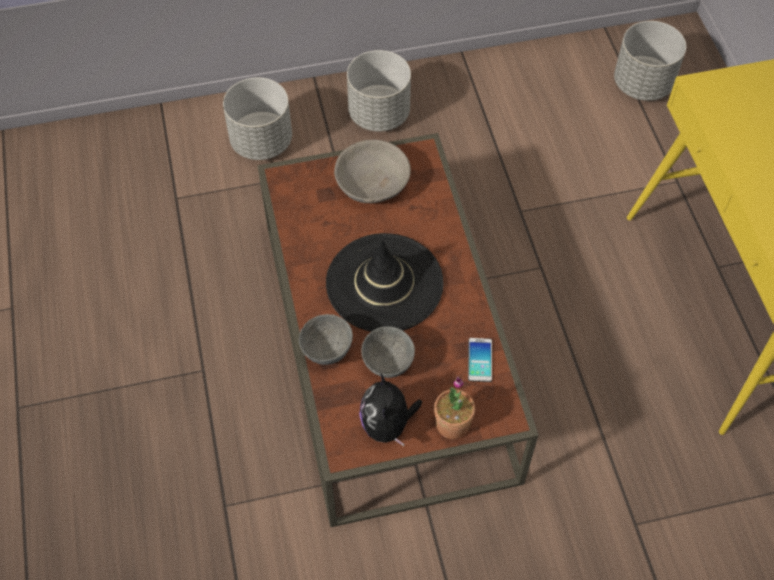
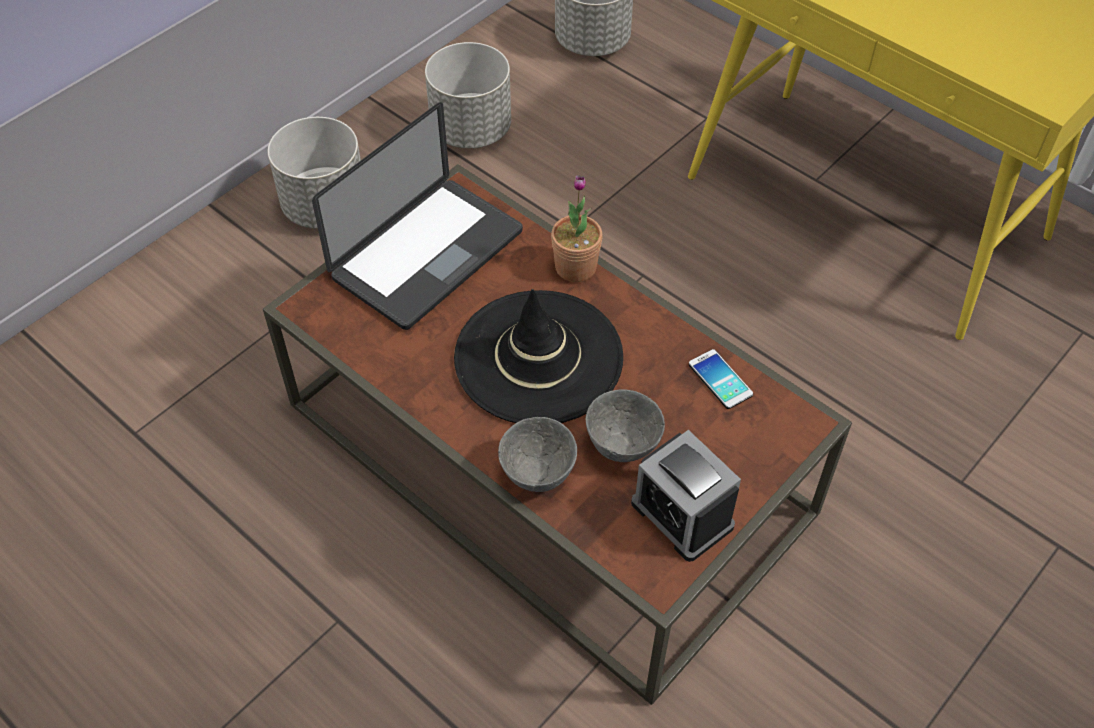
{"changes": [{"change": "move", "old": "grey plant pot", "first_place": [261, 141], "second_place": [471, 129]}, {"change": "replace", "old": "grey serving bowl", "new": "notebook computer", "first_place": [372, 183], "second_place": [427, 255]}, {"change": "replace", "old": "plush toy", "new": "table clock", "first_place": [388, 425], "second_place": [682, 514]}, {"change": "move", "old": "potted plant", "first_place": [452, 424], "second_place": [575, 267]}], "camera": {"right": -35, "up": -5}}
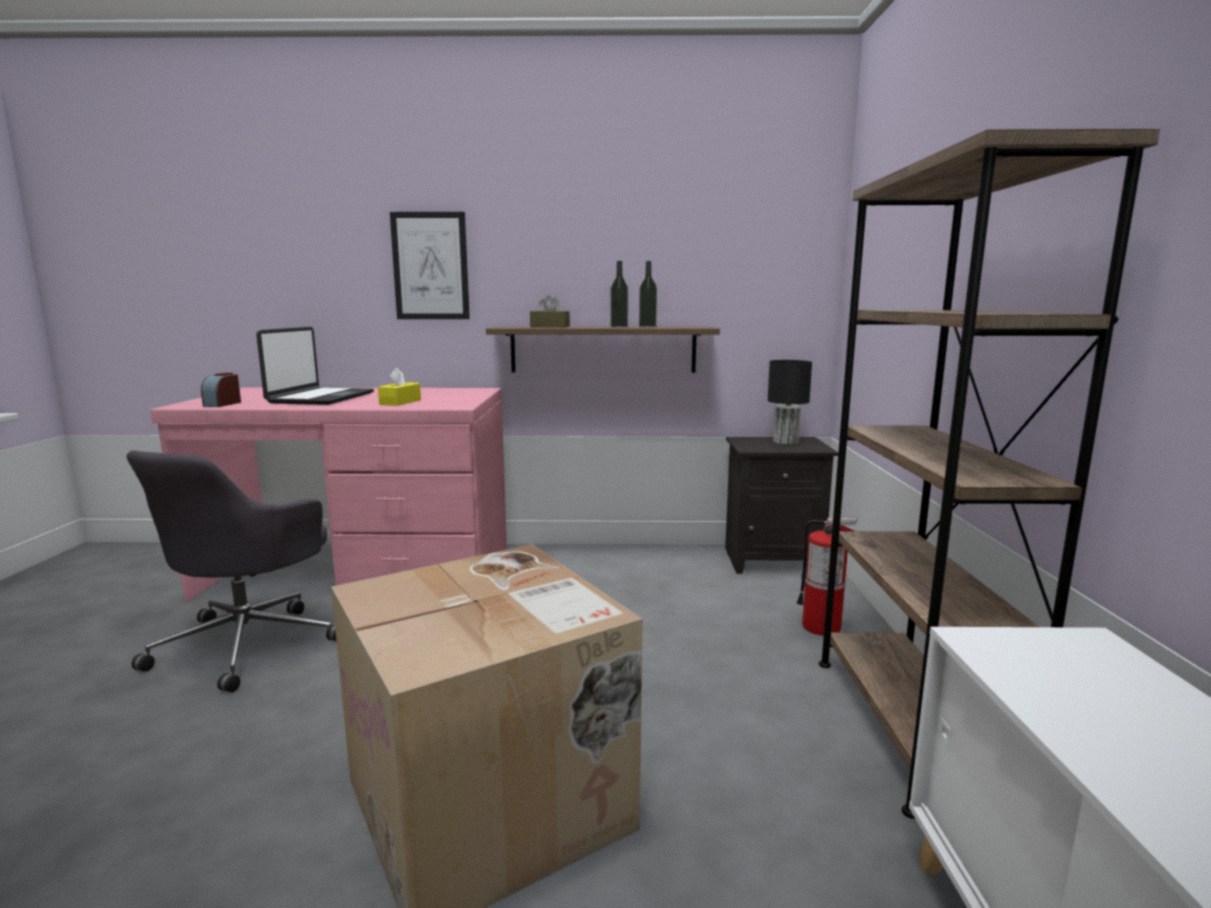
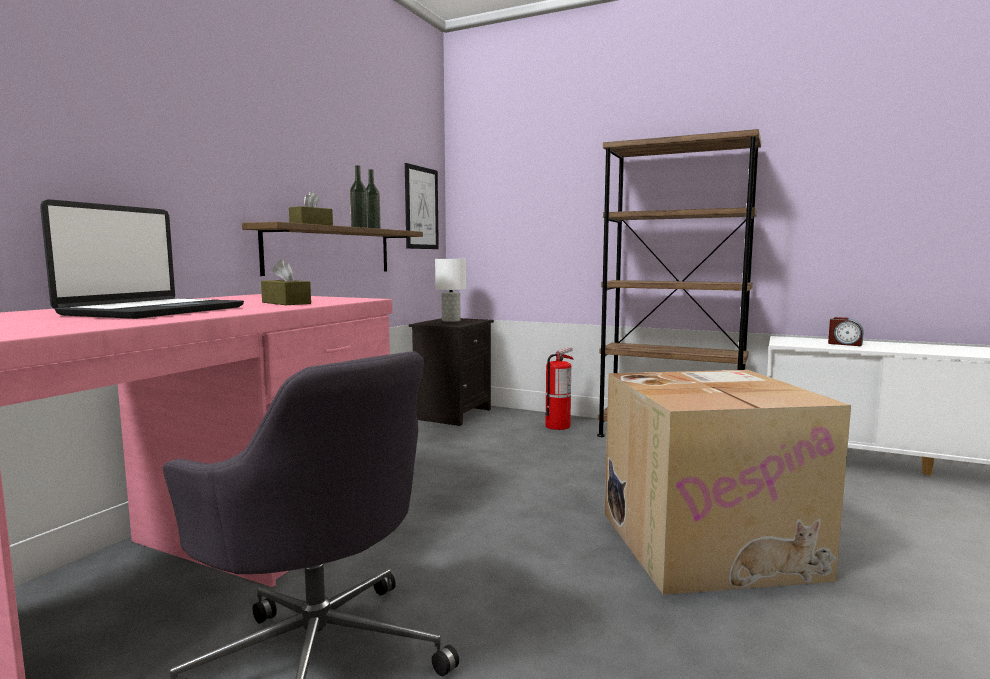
{"changes": [{"change": "move", "old": "wall picture", "first_place": [430, 266], "second_place": [421, 208]}, {"change": "rotate", "old": "notebook computer", "first_place": [320, 398], "second_place": [153, 311], "degrees": 75}, {"change": "recolor", "old": "blackish lamp for a table", "new": "white lamp for a table", "first_place": [786, 442], "second_place": [451, 320]}, {"change": "recolor", "old": "yellow-coloured tissue holder", "new": "brown-coloured tissue holder", "first_place": [400, 402], "second_place": [286, 303]}, {"change": "move", "old": "table clock", "first_place": [223, 404], "second_place": [844, 344]}], "camera": {"right": -65, "up": -5}}
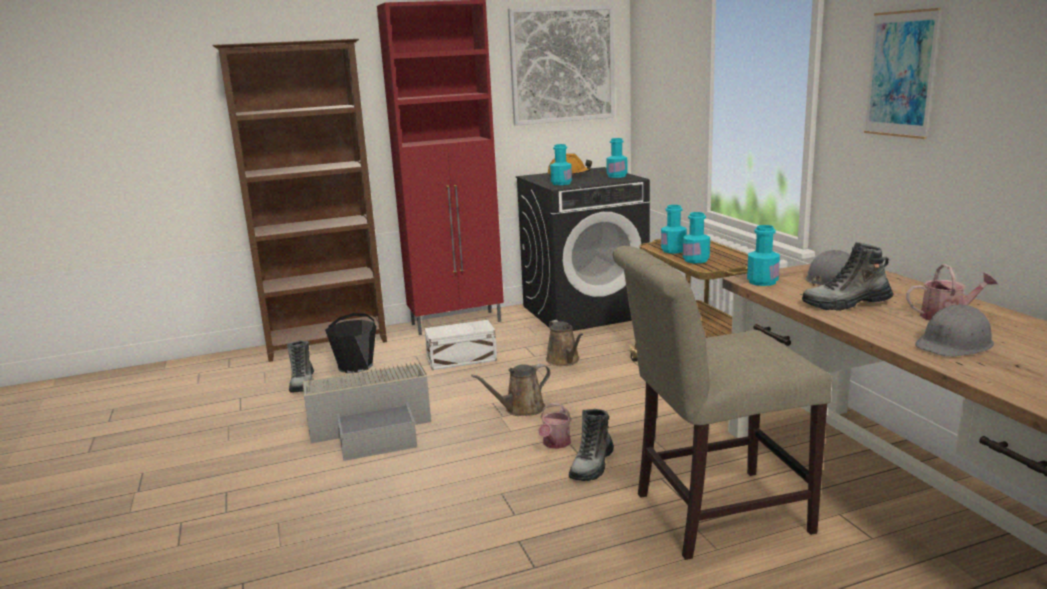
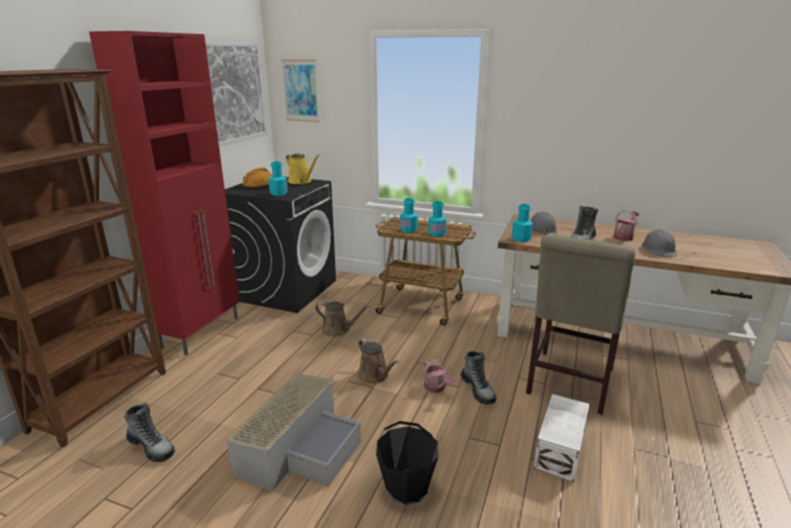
{"changes": [{"change": "move", "old": "wall picture", "first_place": [900, 74], "second_place": [300, 90]}, {"change": "replace", "old": "blue-green drink bottle", "new": "yellow-coloured sprinkling can", "first_place": [617, 176], "second_place": [301, 181]}, {"change": "move", "old": "blackish water bucket", "first_place": [355, 366], "second_place": [406, 487]}, {"change": "move", "old": "white storage container", "first_place": [463, 359], "second_place": [561, 449]}, {"change": "rotate", "old": "brown-coloured sprinkling can", "first_place": [521, 409], "second_place": [375, 376], "degrees": -45}], "camera": {"right": -50, "up": 5}}
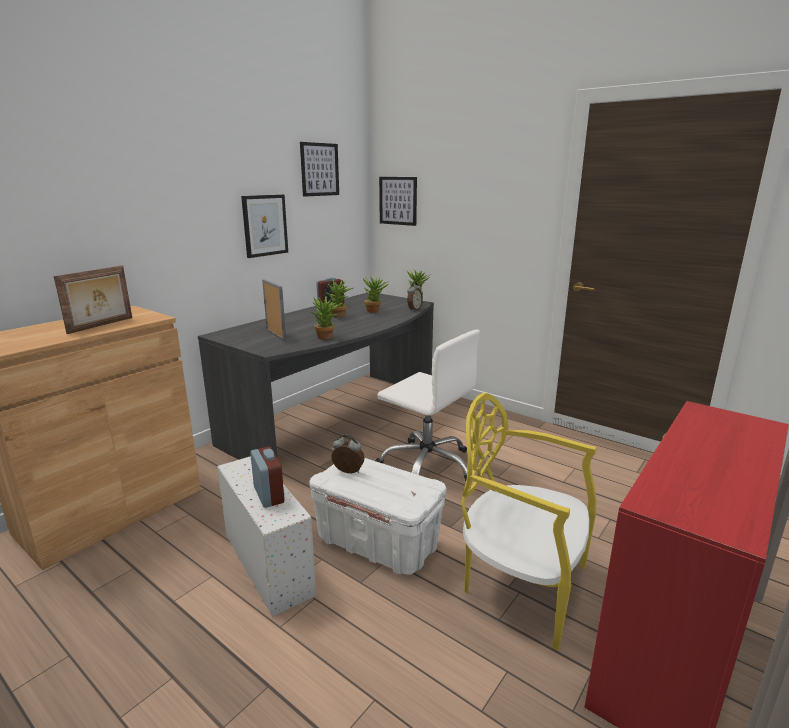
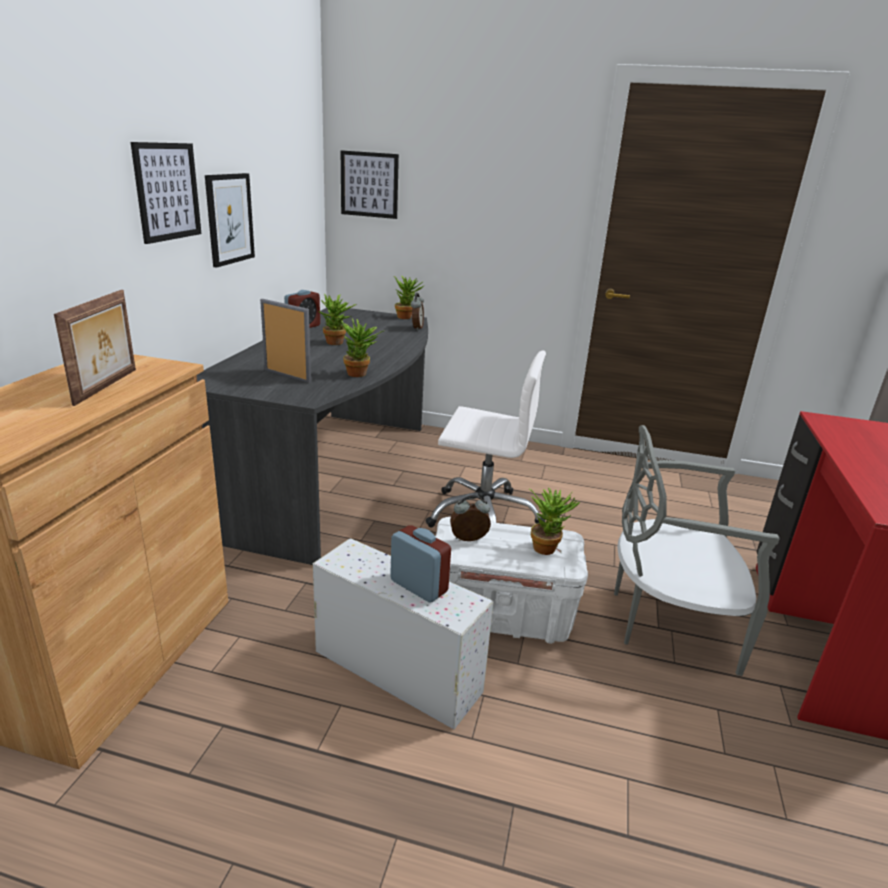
{"changes": [{"change": "move", "old": "wall picture", "first_place": [319, 169], "second_place": [167, 191]}, {"change": "move", "old": "potted plant", "first_place": [375, 311], "second_place": [547, 547]}, {"change": "recolor", "old": "yellow-coloured plain chair", "new": "grey plain chair", "first_place": [521, 584], "second_place": [668, 622]}], "camera": {"right": -25, "up": 5}}
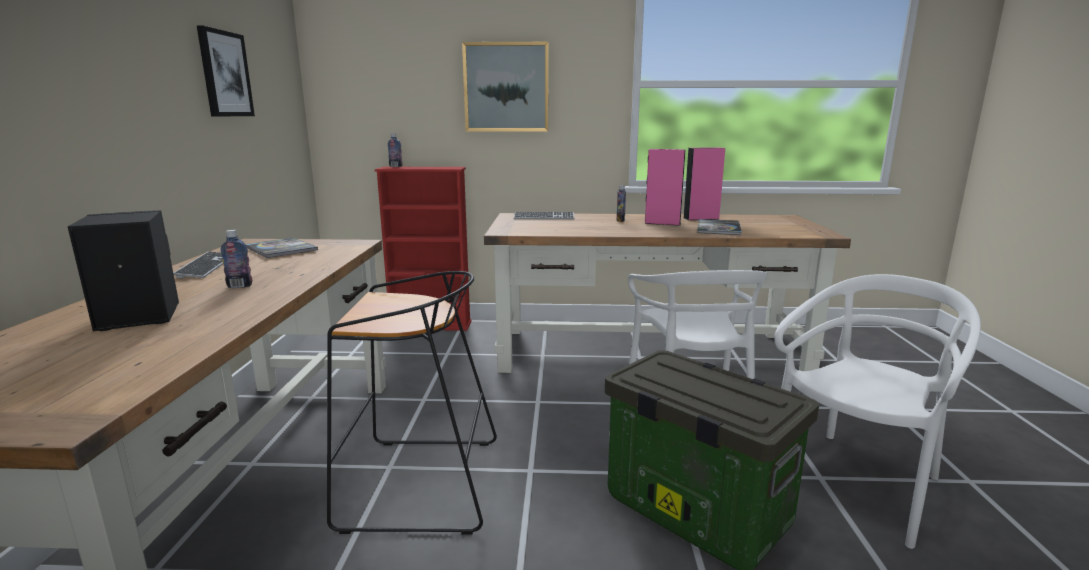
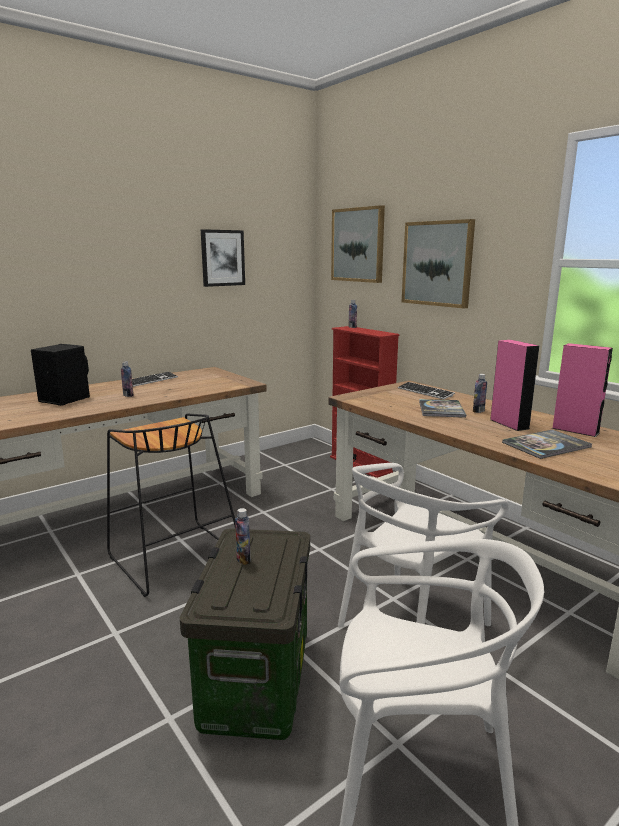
{"changes": [{"change": "move", "old": "book", "first_place": [281, 249], "second_place": [441, 409]}, {"change": "insert", "new": "wall picture", "second_place": [358, 245]}, {"change": "insert", "new": "drink bottle", "second_place": [243, 559]}], "camera": {"right": 50, "up": 0}}
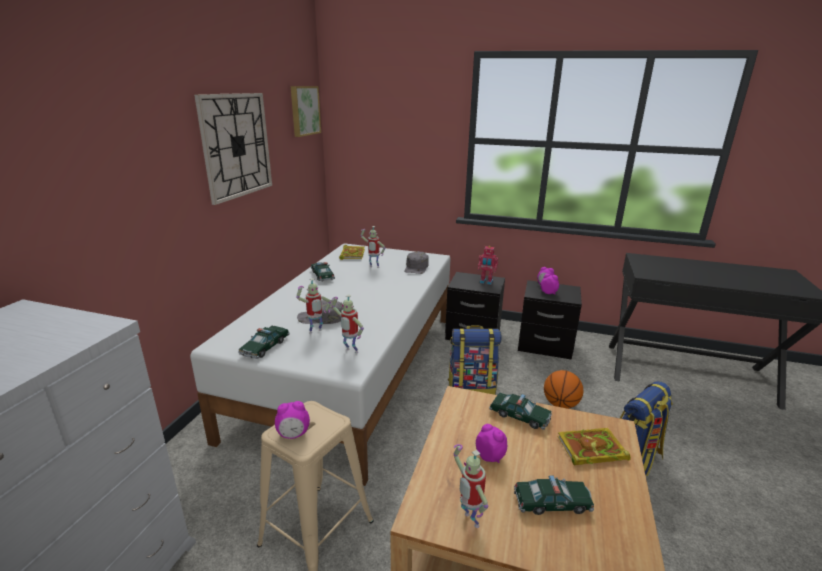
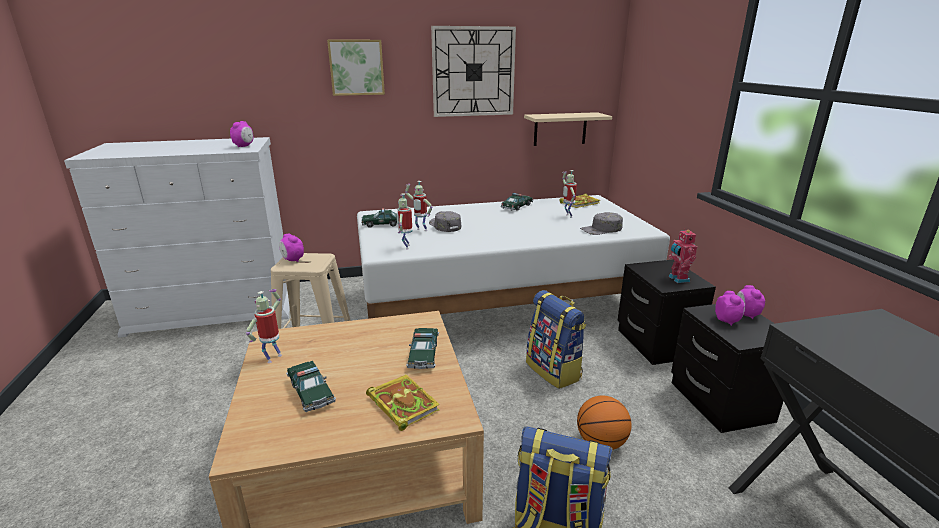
{"changes": [{"change": "move", "old": "wall picture", "first_place": [304, 110], "second_place": [356, 67]}, {"change": "move", "old": "table clock", "first_place": [490, 456], "second_place": [244, 146]}, {"change": "insert", "new": "beige-coloured shelf", "second_place": [560, 129]}], "camera": {"right": 60, "up": 0}}
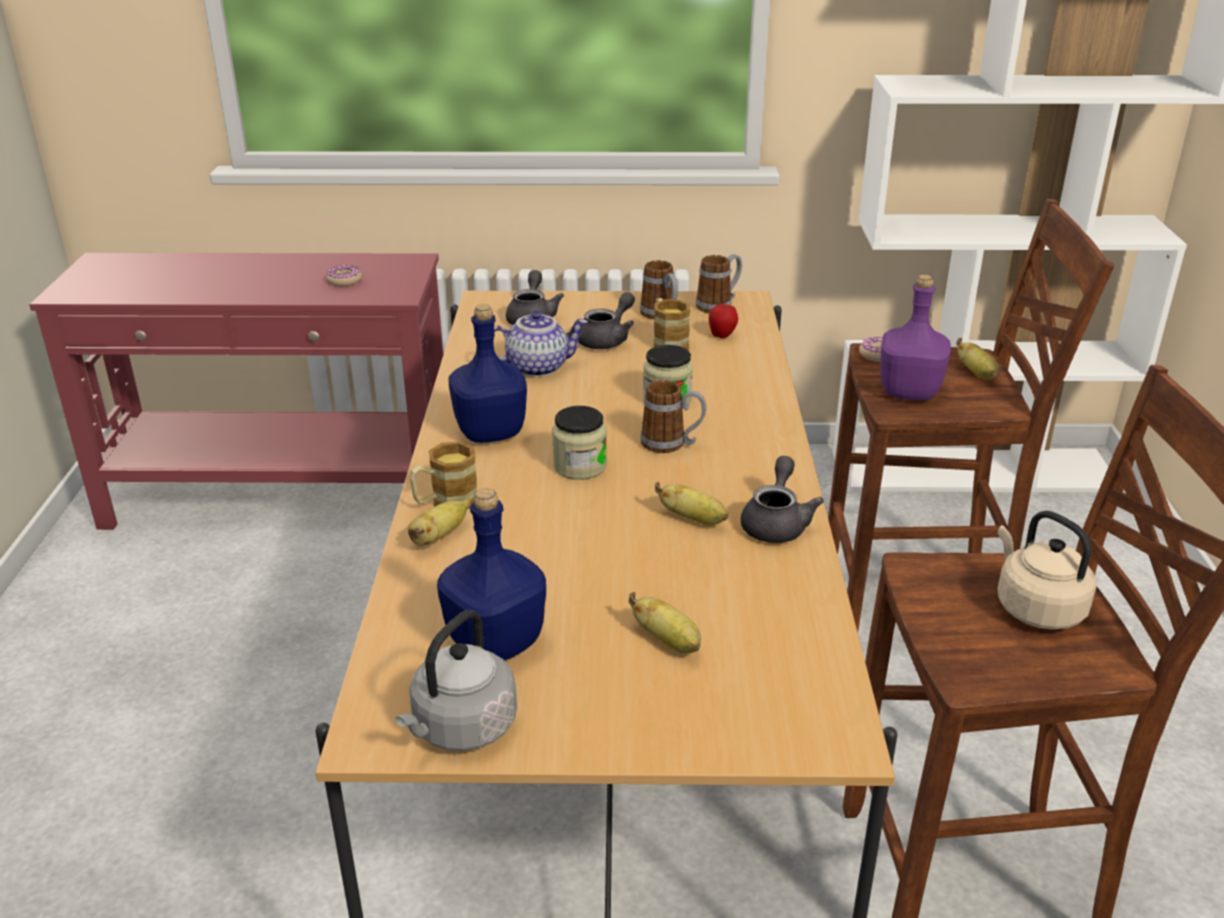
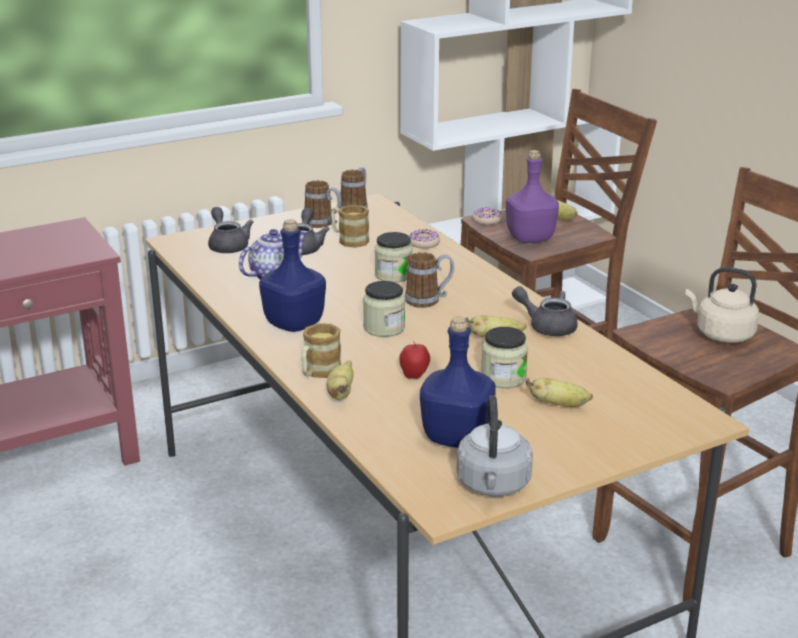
{"changes": [{"change": "move", "old": "donut", "first_place": [344, 281], "second_place": [424, 243]}, {"change": "move", "old": "apple", "first_place": [722, 336], "second_place": [414, 376]}, {"change": "rotate", "old": "grey tea pot", "first_place": [776, 523], "second_place": [547, 326], "degrees": -45}, {"change": "insert", "new": "preserve jar", "second_place": [503, 378]}], "camera": {"right": -30, "up": -5}}
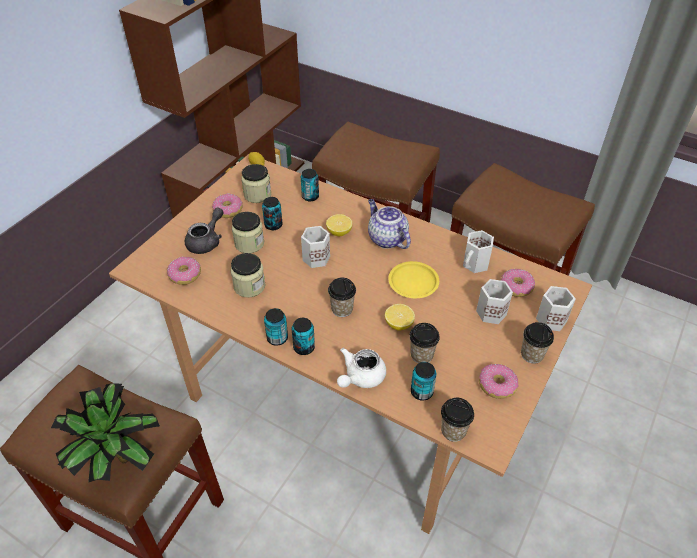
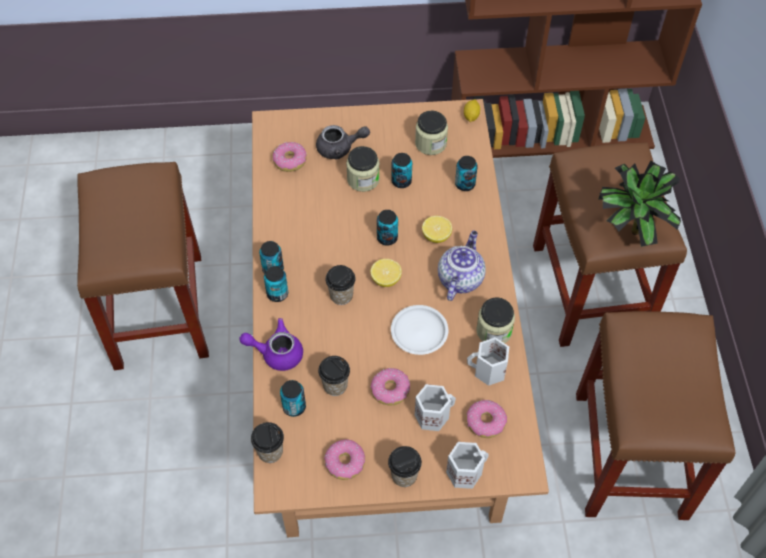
{"changes": [{"change": "move", "old": "donut", "first_place": [228, 210], "second_place": [390, 390]}, {"change": "replace", "old": "white mug", "new": "sealed can", "first_place": [315, 257], "second_place": [387, 238]}, {"change": "move", "old": "preserve jar", "first_place": [249, 286], "second_place": [494, 331]}, {"change": "recolor", "old": "yellow-coloured flat dish", "new": "white flat dish", "first_place": [413, 282], "second_place": [419, 332]}, {"change": "move", "old": "lemon", "first_place": [399, 324], "second_place": [386, 279]}, {"change": "recolor", "old": "white tea pot", "new": "purple-coloured tea pot", "first_place": [360, 377], "second_place": [276, 353]}, {"change": "move", "old": "potted plant", "first_place": [117, 463], "second_place": [628, 230]}], "camera": {"right": 55, "up": 10}}
